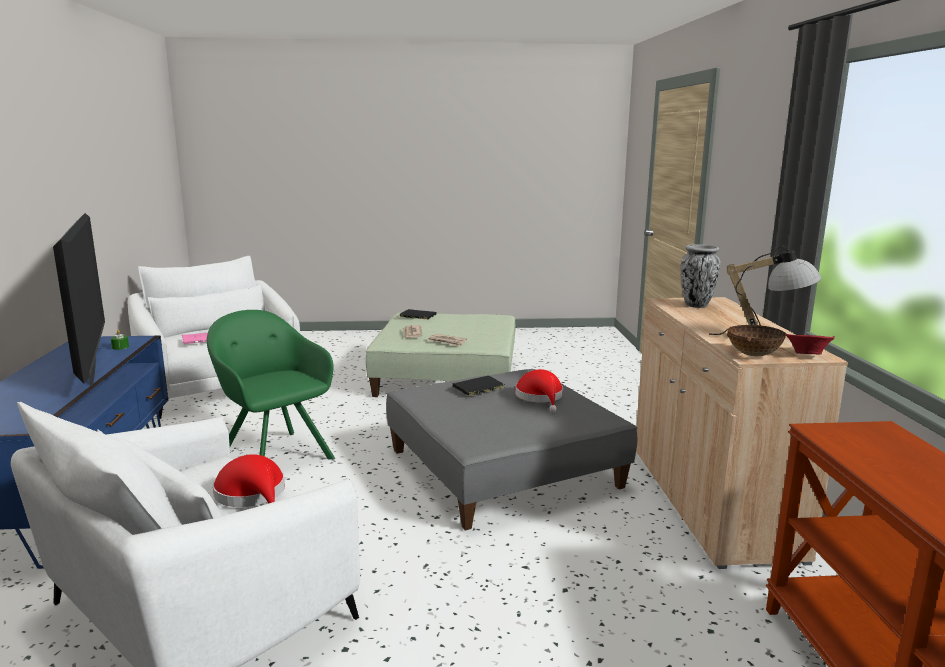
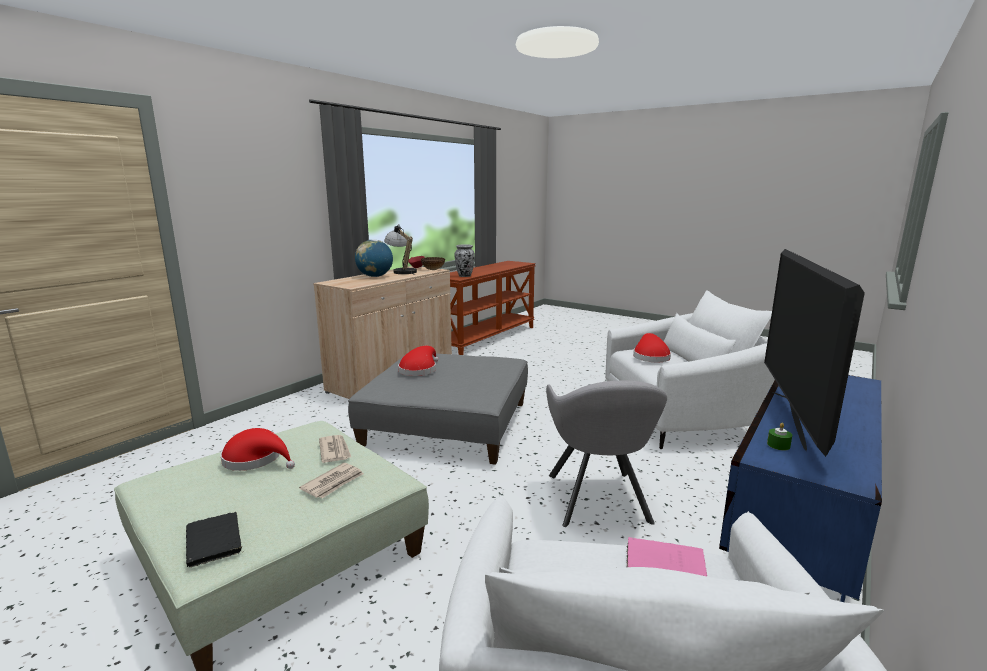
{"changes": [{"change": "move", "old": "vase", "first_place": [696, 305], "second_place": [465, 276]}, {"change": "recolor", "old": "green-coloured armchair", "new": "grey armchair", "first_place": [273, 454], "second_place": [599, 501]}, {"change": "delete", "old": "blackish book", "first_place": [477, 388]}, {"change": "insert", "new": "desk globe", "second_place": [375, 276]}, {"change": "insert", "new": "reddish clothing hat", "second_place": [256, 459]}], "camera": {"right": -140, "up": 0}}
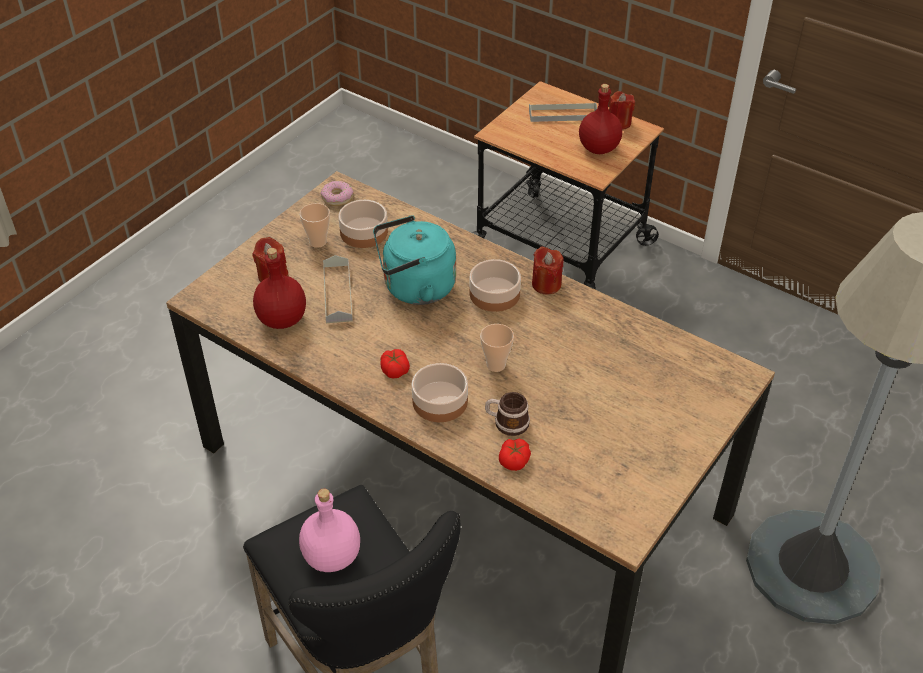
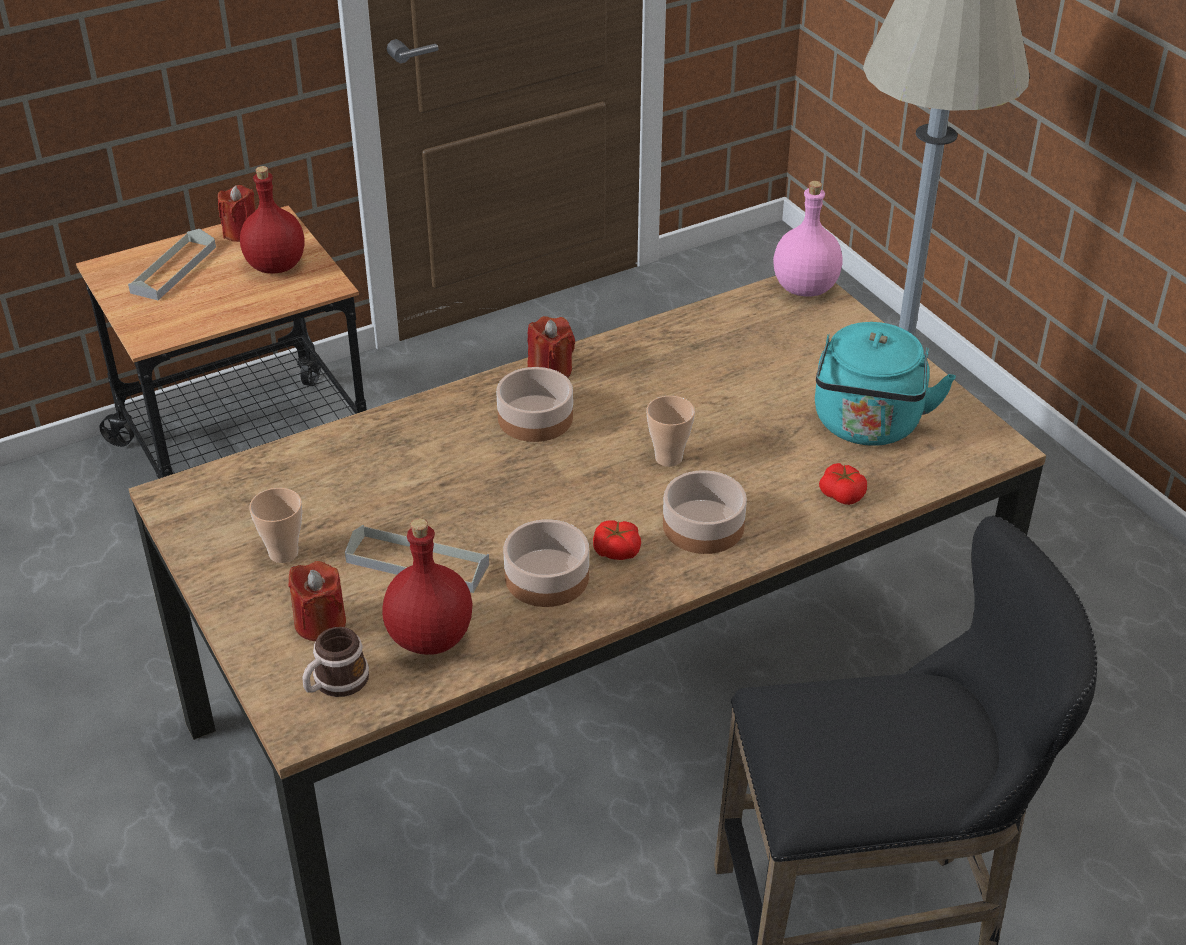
{"changes": [{"change": "delete", "old": "donut", "first_place": [337, 197]}, {"change": "move", "old": "serving bowl", "first_place": [364, 233], "second_place": [548, 577]}, {"change": "move", "old": "blue-green water kettle", "first_place": [415, 288], "second_place": [867, 426]}, {"change": "move", "old": "mug", "first_place": [506, 422], "second_place": [335, 683]}, {"change": "move", "old": "pink-coloured drink bottle", "first_place": [333, 556], "second_place": [805, 287]}], "camera": {"right": -65, "up": -5}}
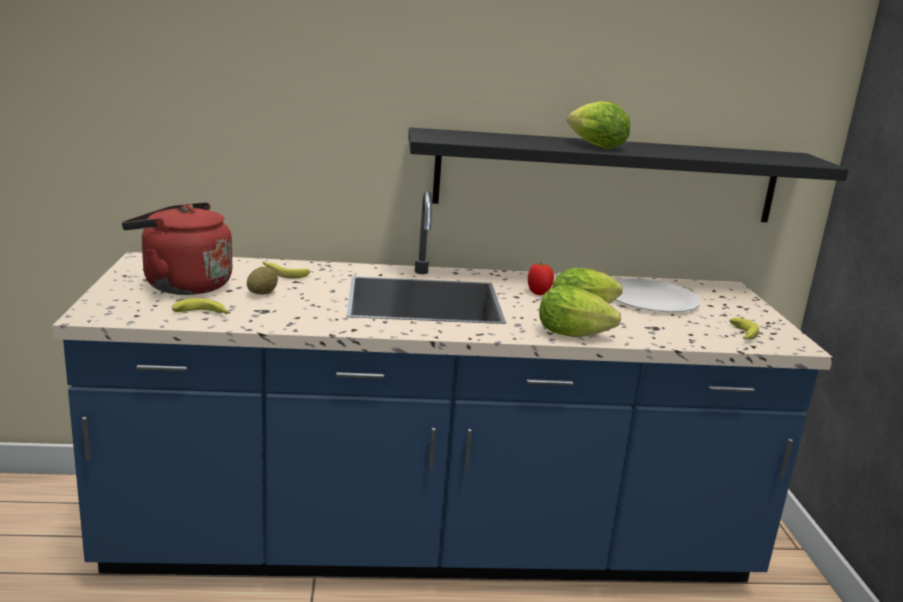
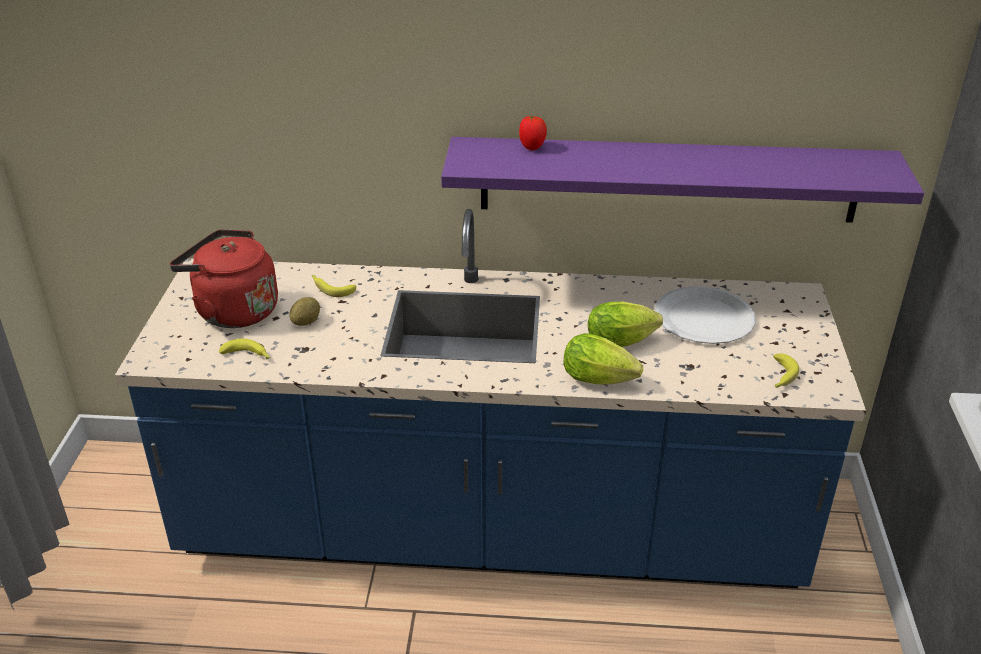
{"changes": [{"change": "delete", "old": "lettuce", "first_place": [592, 145]}, {"change": "recolor", "old": "blackish shelf", "new": "purple-coloured shelf", "first_place": [607, 177], "second_place": [668, 179]}, {"change": "move", "old": "tomato", "first_place": [538, 293], "second_place": [532, 147]}], "camera": {"right": 10, "up": 15}}
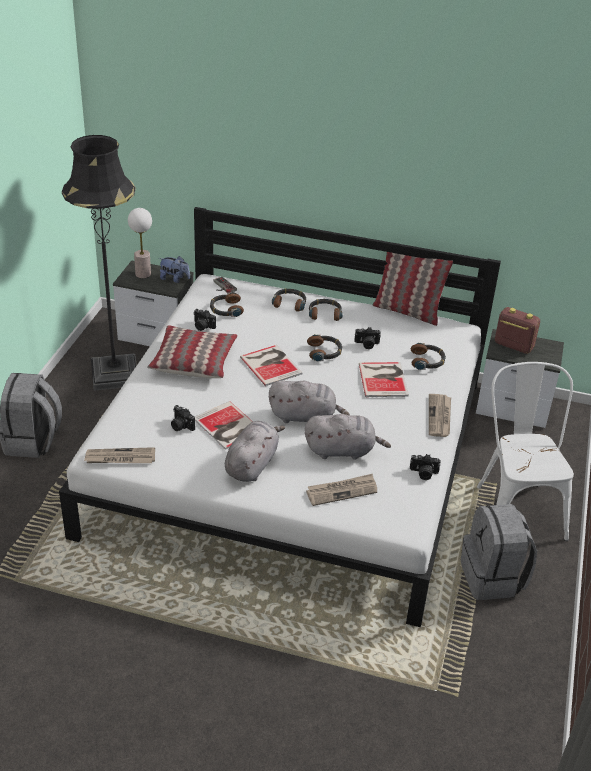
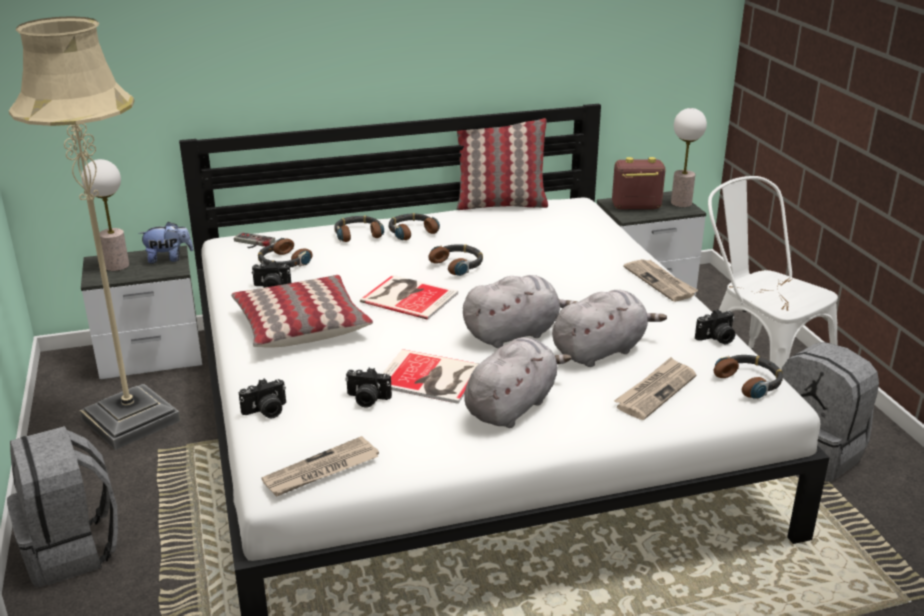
{"changes": [{"change": "recolor", "old": "blackish standing lamp", "new": "beige-coloured standing lamp", "first_place": [115, 374], "second_place": [131, 420]}, {"change": "move", "old": "photo camera", "first_place": [366, 344], "second_place": [266, 411]}, {"change": "move", "old": "headphones", "first_place": [427, 361], "second_place": [749, 382]}, {"change": "delete", "old": "book", "first_place": [384, 379]}, {"change": "rotate", "old": "grey plush toy", "first_place": [252, 464], "second_place": [512, 406], "degrees": 45}, {"change": "insert", "new": "lamp for a table", "second_place": [681, 203]}], "camera": {"right": -30, "up": -10}}
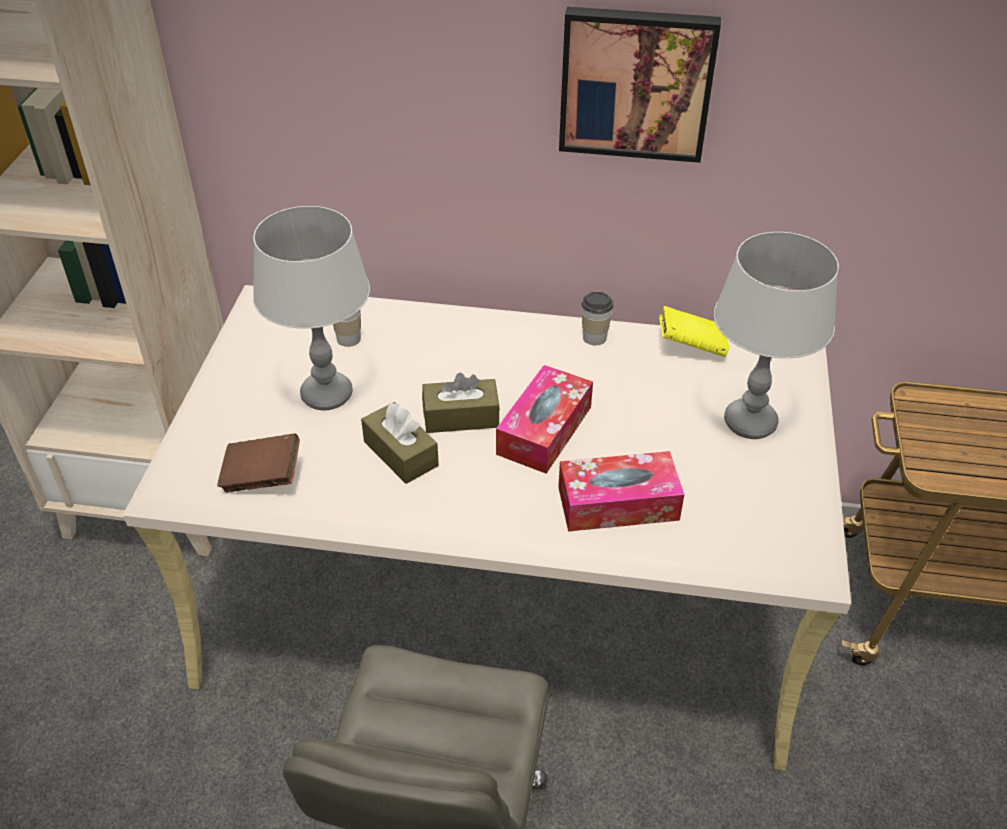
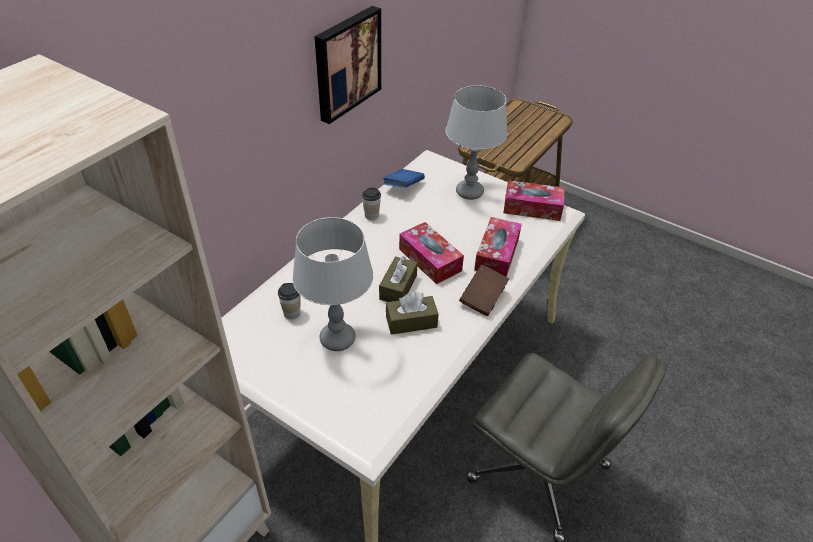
{"changes": [{"change": "recolor", "old": "yellow-coloured book", "new": "blue book", "first_place": [691, 346], "second_place": [403, 187]}, {"change": "move", "old": "brown-coloured book", "first_place": [262, 477], "second_place": [483, 298]}, {"change": "insert", "new": "tissue holder", "second_place": [532, 208]}], "camera": {"right": -65, "up": 0}}
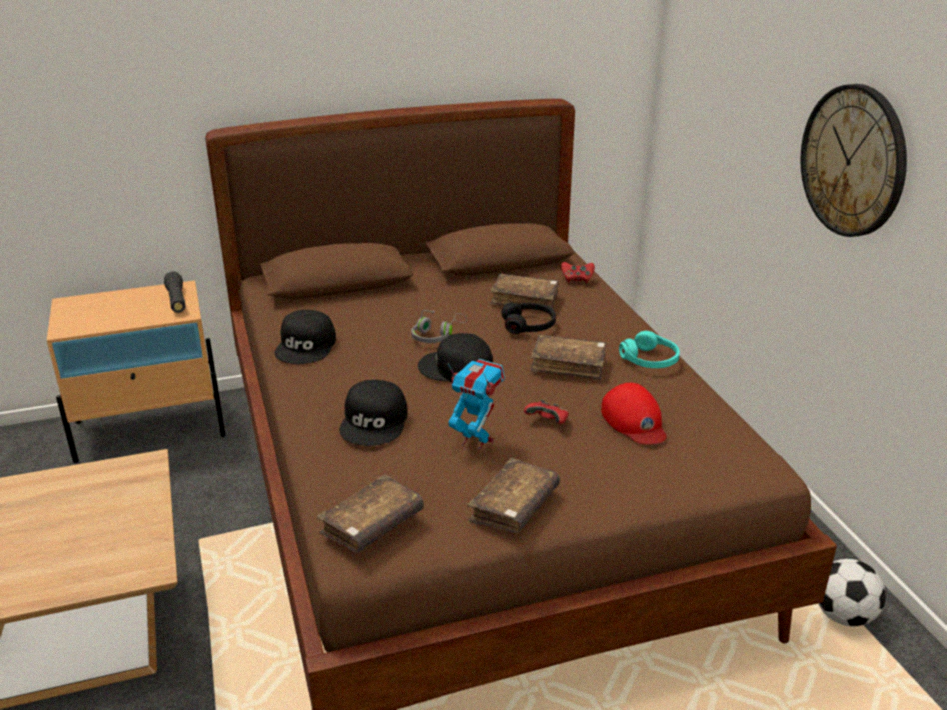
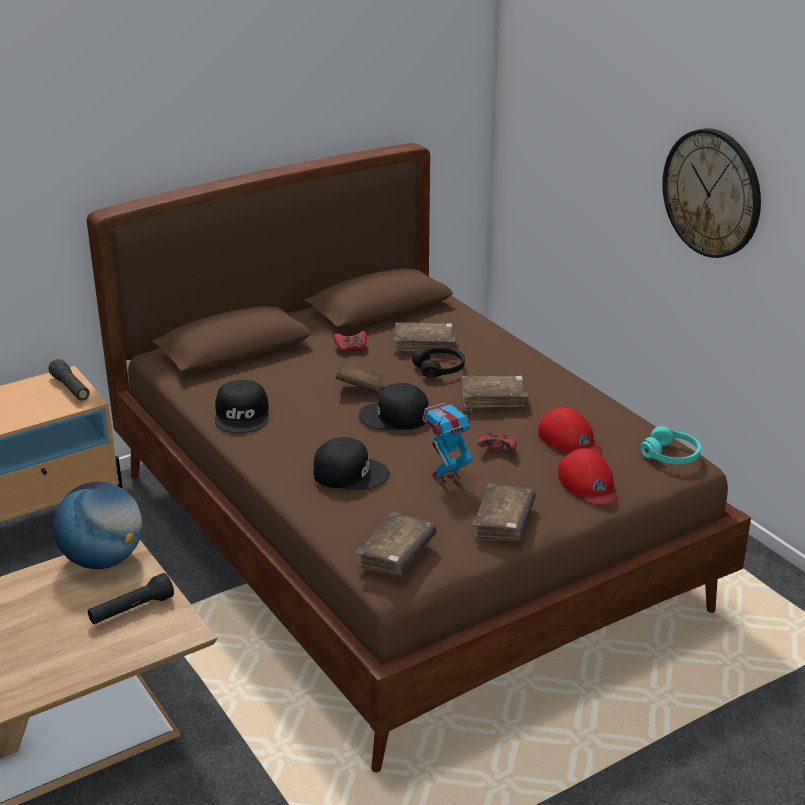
{"changes": [{"change": "move", "old": "reddish game controller", "first_place": [577, 279], "second_place": [351, 349]}, {"change": "replace", "old": "grey headphones", "new": "brown-coloured book", "first_place": [436, 335], "second_place": [360, 389]}, {"change": "move", "old": "blue-green headphones", "first_place": [650, 360], "second_place": [671, 455]}, {"change": "rotate", "old": "robot figure", "first_place": [476, 441], "second_place": [446, 475], "degrees": -45}, {"change": "rotate", "old": "blackish cap", "first_place": [375, 422], "second_place": [350, 473], "degrees": -75}, {"change": "delete", "old": "football", "first_place": [843, 616]}, {"change": "insert", "new": "reddish cap", "second_place": [588, 484]}, {"change": "insert", "new": "desk globe", "second_place": [103, 560]}, {"change": "insert", "new": "blackish flashlight", "second_place": [131, 610]}], "camera": {"right": -15, "up": 0}}
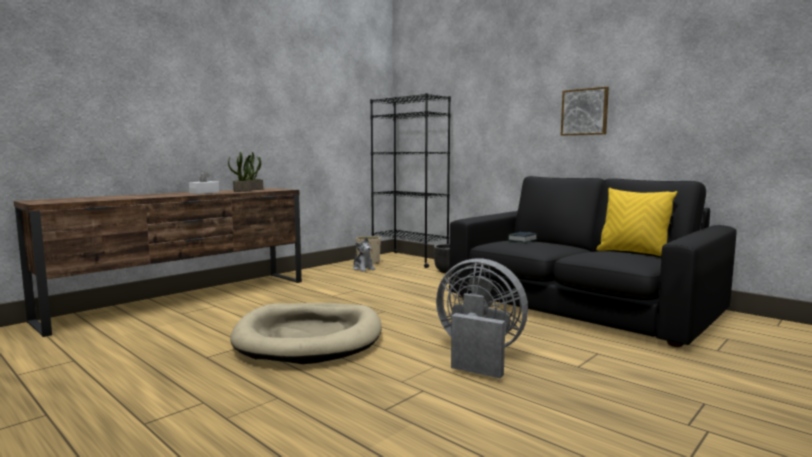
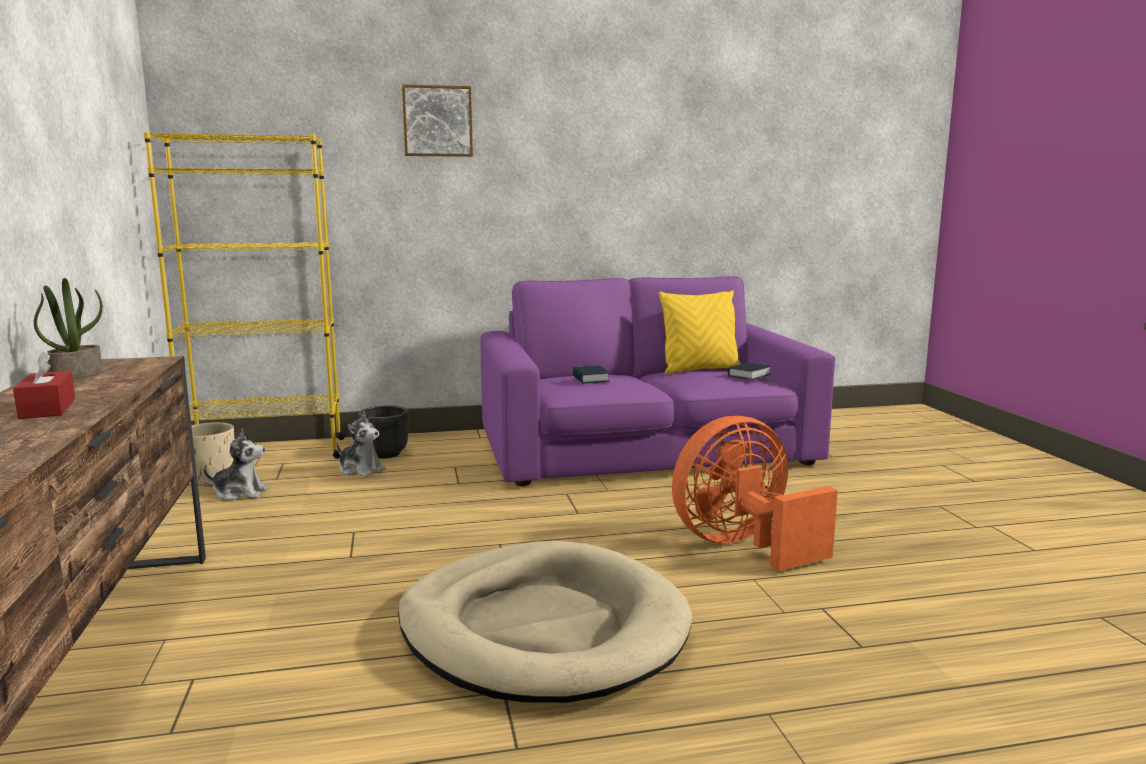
{"changes": [{"change": "move", "old": "wall picture", "first_place": [585, 112], "second_place": [437, 121]}, {"change": "recolor", "old": "blackish shelving unit", "new": "yellow-coloured shelving unit", "first_place": [409, 259], "second_place": [266, 452]}, {"change": "delete", "old": "potted plant", "first_place": [242, 191]}, {"change": "recolor", "old": "white tissue holder", "new": "reddish tissue holder", "first_place": [204, 193], "second_place": [47, 408]}, {"change": "recolor", "old": "blackish sofa", "new": "purple-coloured sofa", "first_place": [580, 304], "second_place": [644, 449]}, {"change": "recolor", "old": "grey electric fan", "new": "orange electric fan", "first_place": [478, 355], "second_place": [743, 546]}, {"change": "insert", "new": "book", "second_place": [749, 375]}, {"change": "insert", "new": "plush toy", "second_place": [361, 470]}], "camera": {"right": -55, "up": 5}}
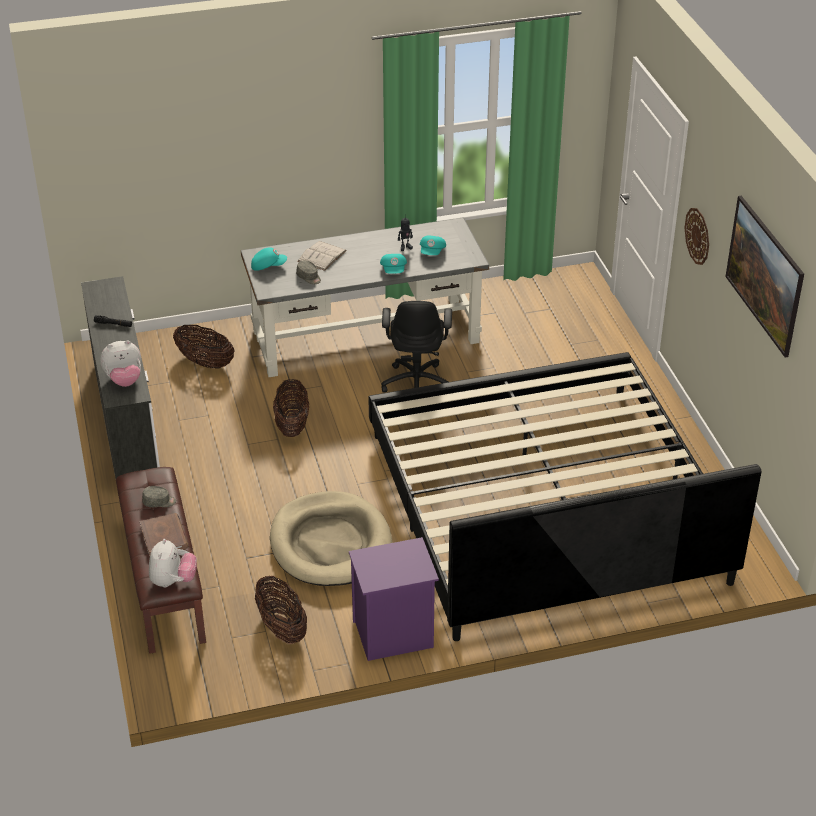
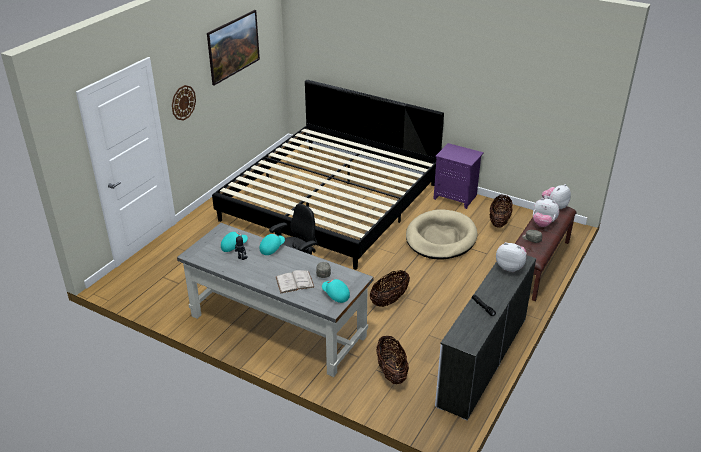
{"changes": [{"change": "replace", "old": "brown-coloured book", "new": "plush toy", "first_place": [164, 537], "second_place": [543, 224]}], "camera": {"right": -135, "up": -5}}
